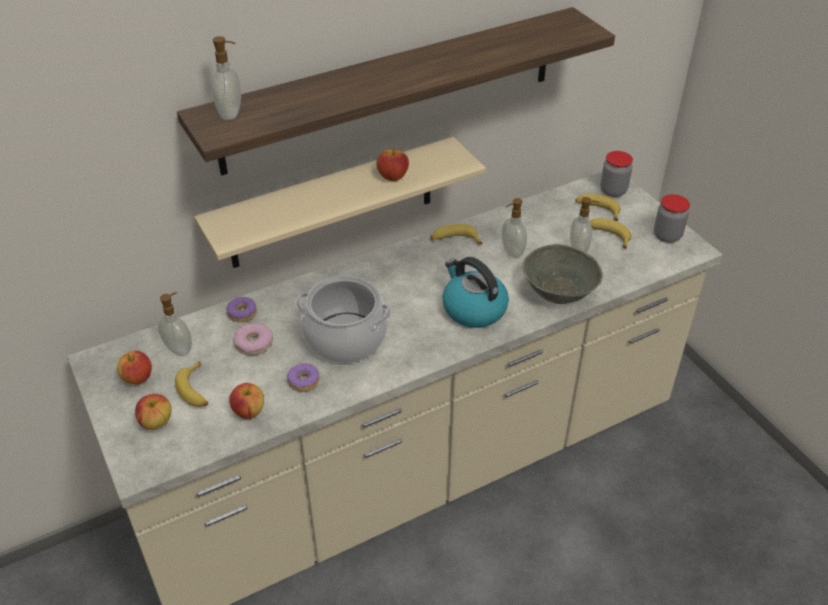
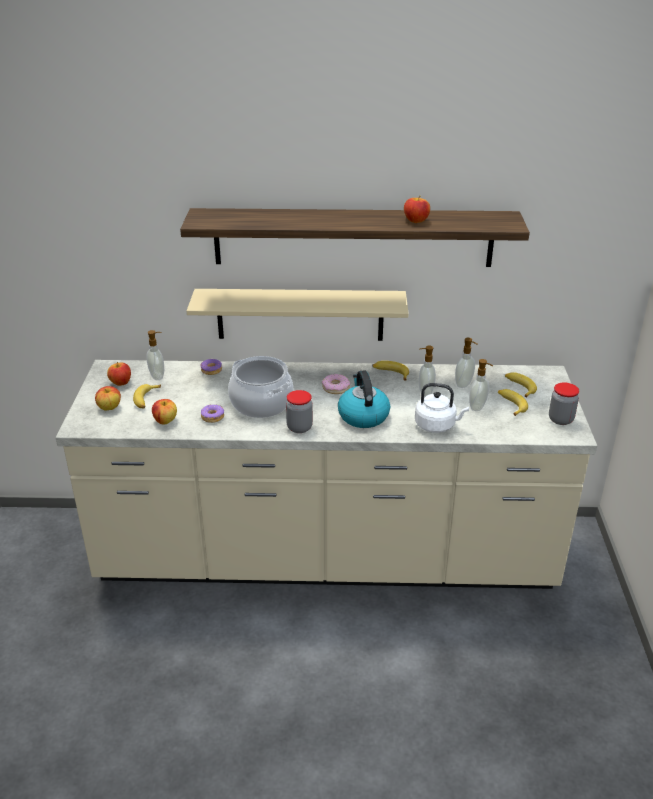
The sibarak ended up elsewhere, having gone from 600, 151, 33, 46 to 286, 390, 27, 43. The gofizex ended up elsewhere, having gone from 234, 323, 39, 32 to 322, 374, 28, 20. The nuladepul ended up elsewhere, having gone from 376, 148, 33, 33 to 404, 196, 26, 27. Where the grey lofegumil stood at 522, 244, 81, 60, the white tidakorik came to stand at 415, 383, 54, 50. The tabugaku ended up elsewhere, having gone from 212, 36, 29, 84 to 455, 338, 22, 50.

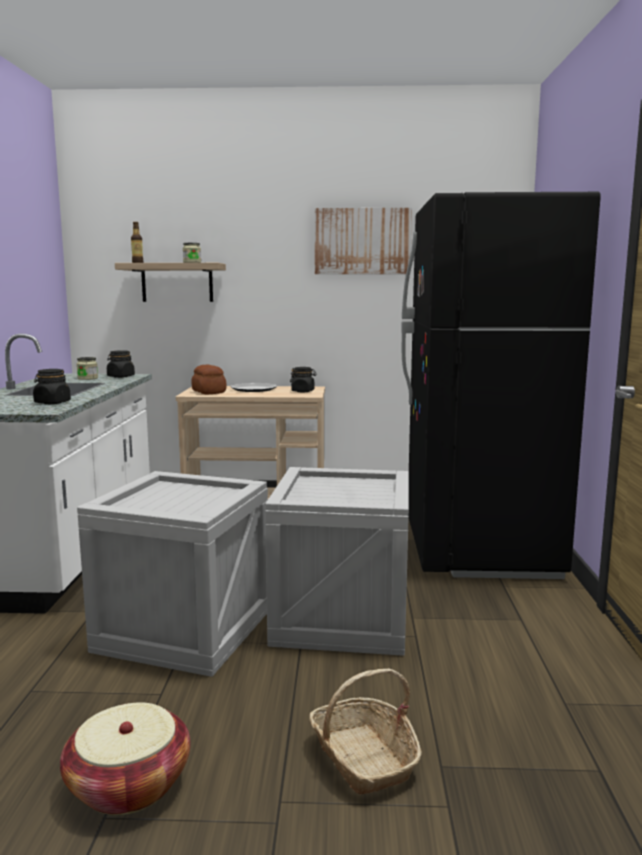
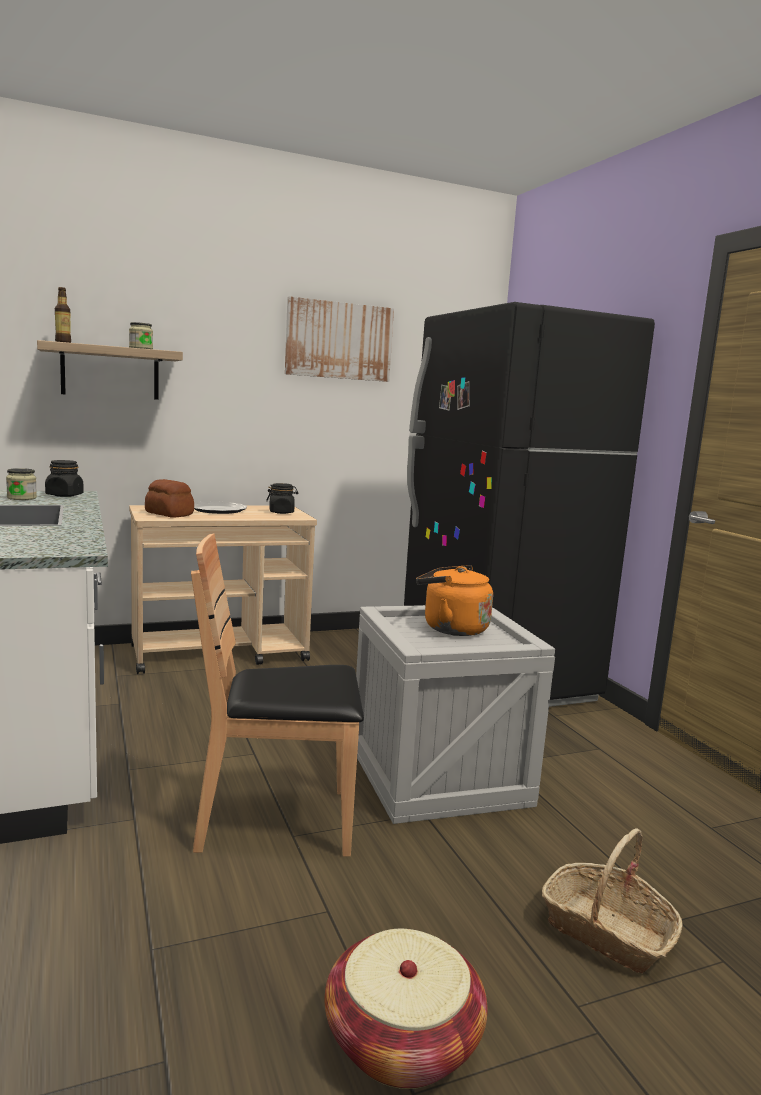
Where the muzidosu stood at 77, 471, 191, 206, the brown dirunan came to stand at 191, 534, 173, 323. The second view gained the orange tidakorik at 416, 565, 77, 71. The second view lost the black sibarak at 33, 369, 38, 35.

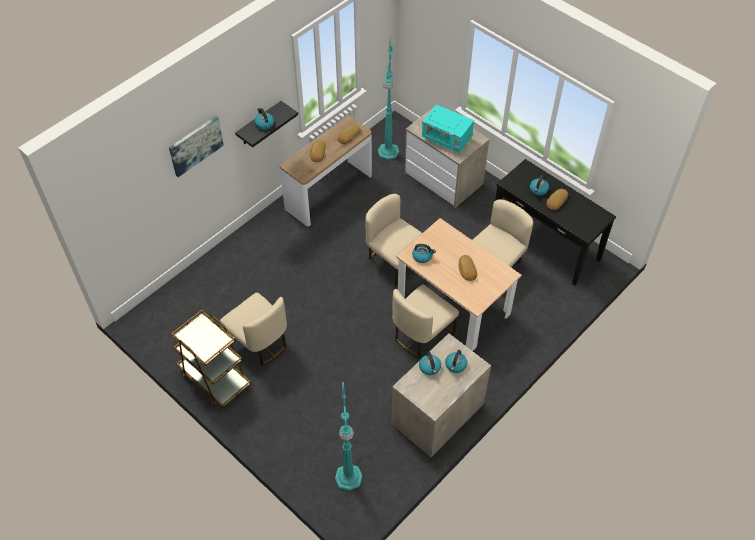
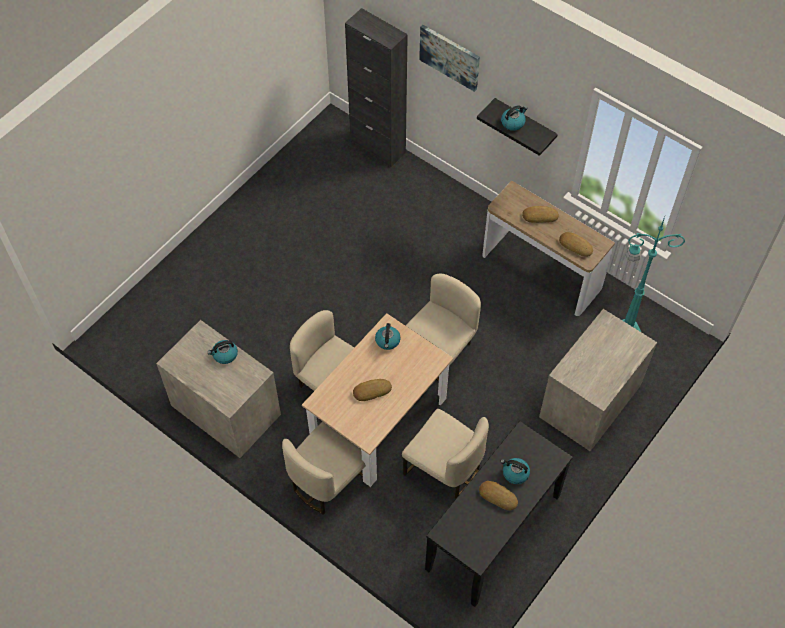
The beige dirunan ended up elsewhere, having gone from 220, 293, 67, 73 to 282, 422, 84, 93. The second view gained the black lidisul at 345, 8, 63, 159. The second view lost the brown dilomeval at 171, 310, 80, 98. The second view lost the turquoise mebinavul at 335, 382, 28, 109. The second view lost the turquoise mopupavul at 422, 105, 52, 48. The second view lost the tidakorik at 445, 350, 22, 23.

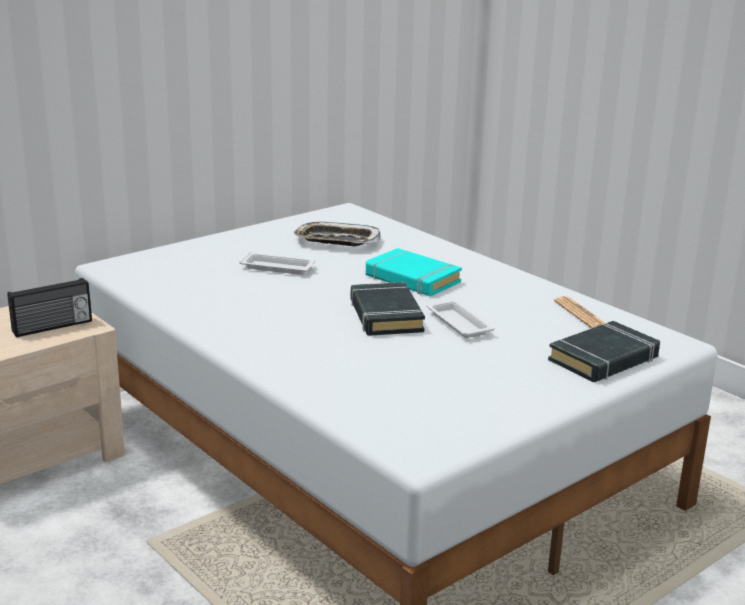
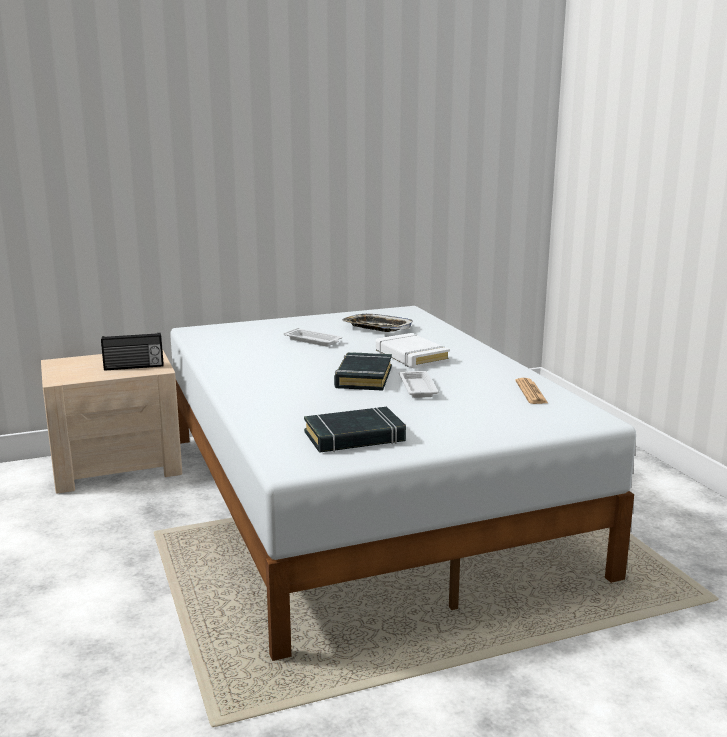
The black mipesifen ended up elsewhere, having gone from 548, 321, 112, 61 to 304, 407, 102, 46. What was the turquoise mipesifen at 366, 248, 96, 48 turned into the white mipesifen at 376, 333, 74, 36.

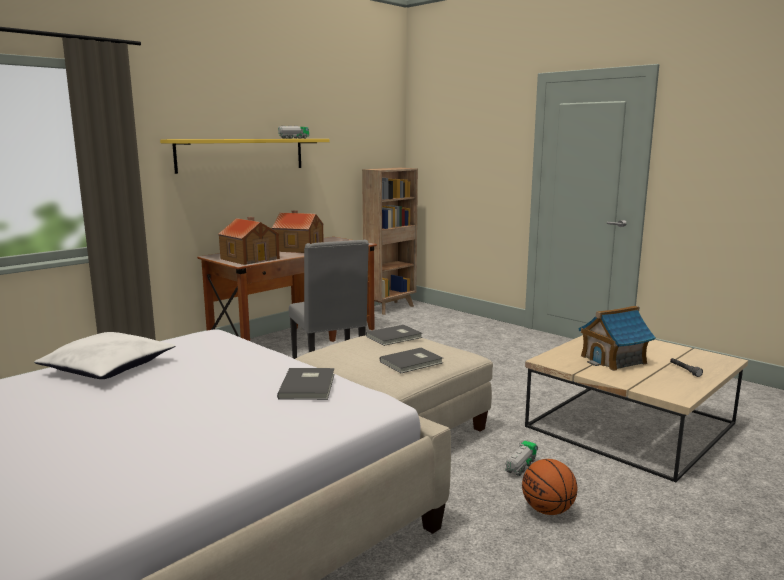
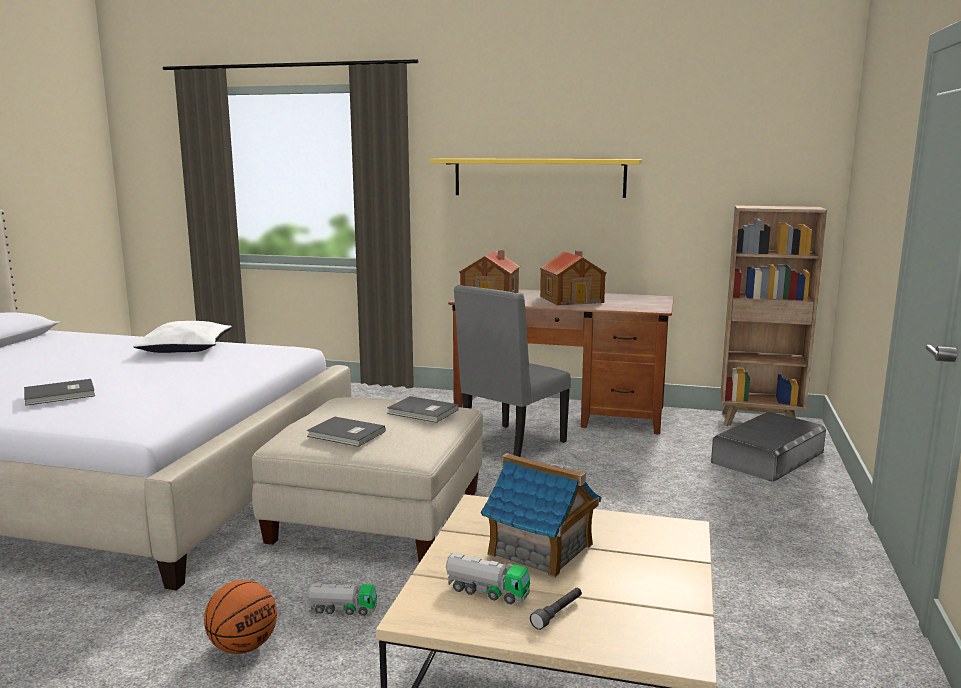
The grey mipesifen ended up elsewhere, having gone from 277, 368, 58, 32 to 24, 379, 71, 27. The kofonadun ended up elsewhere, having gone from 278, 126, 31, 13 to 446, 553, 84, 51. The second view gained the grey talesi at 711, 412, 115, 70.

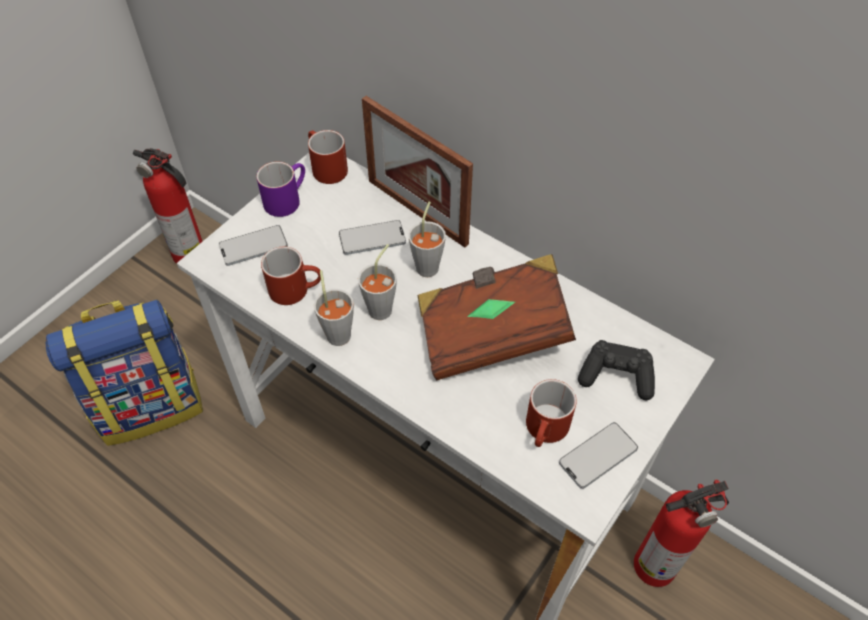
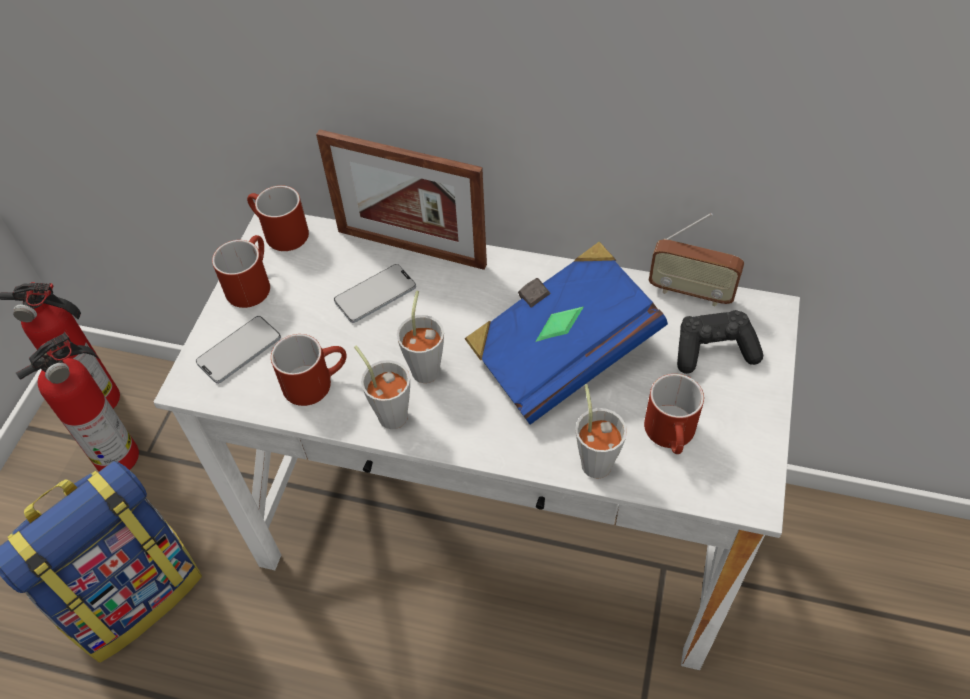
The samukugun ended up elsewhere, having gone from 634, 479, 95, 108 to 16, 332, 123, 139. What was the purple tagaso at 256, 162, 49, 55 turned into the red tagaso at 212, 235, 58, 73. What was the brown mipesifen at 418, 254, 158, 126 turned into the blue mipesifen at 465, 241, 203, 184. The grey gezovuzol ended up elsewhere, having gone from 408, 202, 38, 75 to 575, 384, 52, 94. The second view gained the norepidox at 649, 213, 95, 94. The second view lost the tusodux at 559, 422, 79, 67.

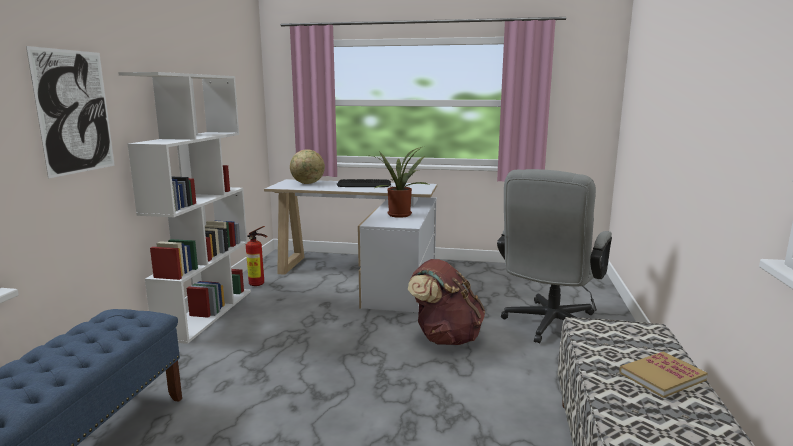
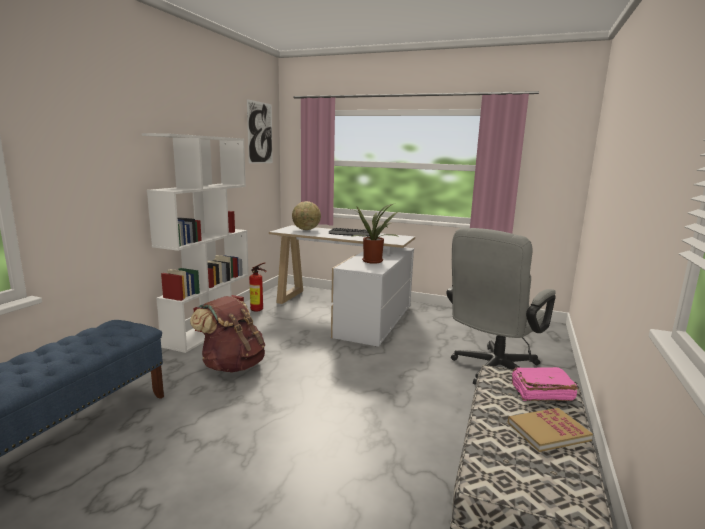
The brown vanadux ended up elsewhere, having gone from 408, 259, 77, 86 to 190, 296, 75, 77. The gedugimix ended up elsewhere, having gone from 26, 46, 89, 133 to 247, 99, 26, 65. The second view gained the pink mipesifen at 512, 367, 66, 34.

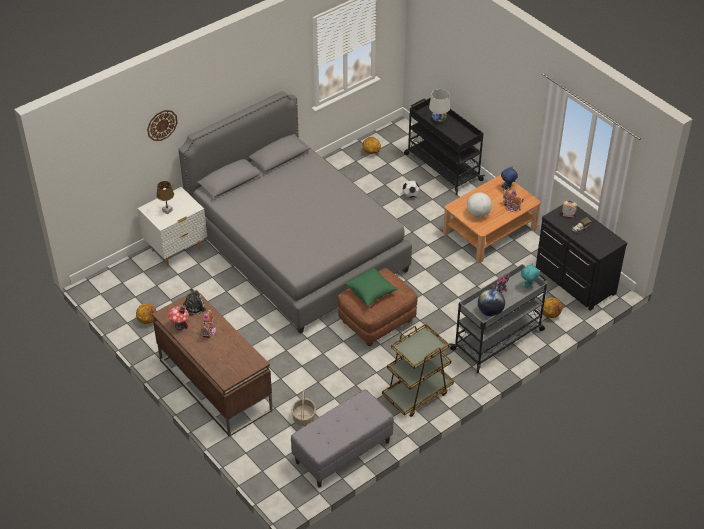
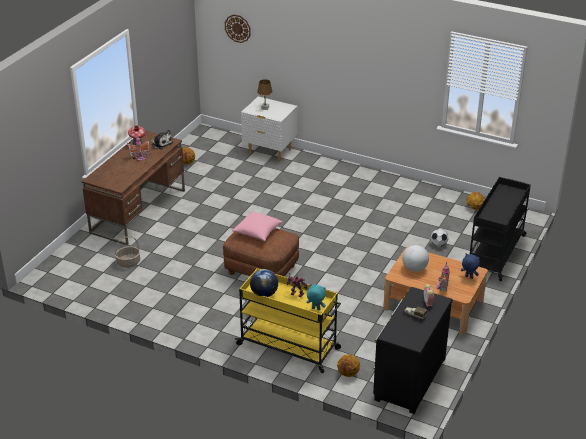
The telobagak ended up elsewhere, having gone from 147, 110, 31, 31 to 225, 15, 26, 28. What was the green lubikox at 344, 267, 54, 40 turned into the pink lubikox at 232, 212, 51, 29. What was the grey dilomeval at 449, 264, 98, 109 turned into the yellow dilomeval at 235, 268, 106, 105. The second view lost the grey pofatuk at 178, 91, 234, 243. The second view lost the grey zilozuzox at 291, 389, 103, 99. The second view lost the brown dilomeval at 382, 324, 72, 93. The second view lost the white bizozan at 429, 89, 21, 34.

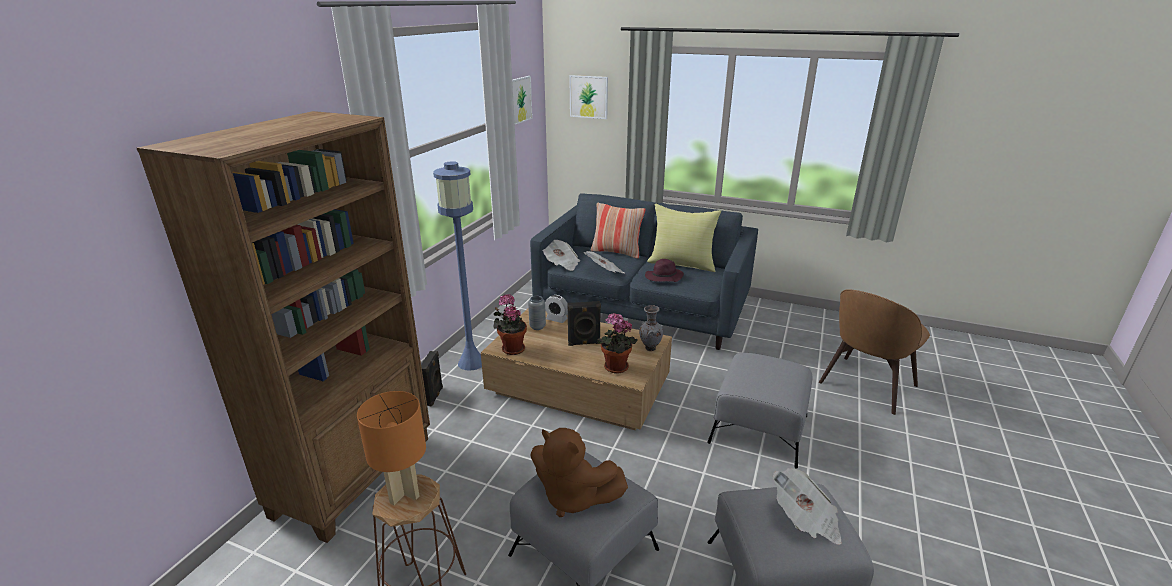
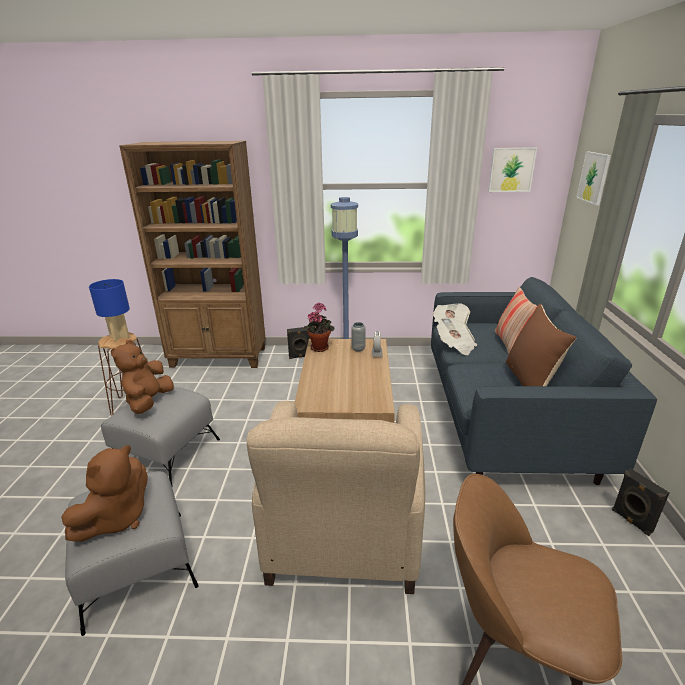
Where the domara stood at 773, 468, 69, 77, the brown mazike came to stand at 61, 445, 87, 97. What was the orange bizozan at 357, 391, 69, 114 turned into the blue bizozan at 89, 279, 41, 62. Where the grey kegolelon stood at 707, 353, 105, 116, the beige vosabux came to stand at 247, 401, 178, 193. What was the yellow lubikox at 647, 204, 74, 68 turned into the brown lubikox at 506, 304, 71, 82. The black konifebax ended up elsewhere, having gone from 568, 301, 33, 45 to 612, 469, 57, 67. The second view lost the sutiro at 597, 313, 41, 61. The second view lost the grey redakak at 639, 305, 24, 46. The second view lost the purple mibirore at 645, 259, 39, 23.

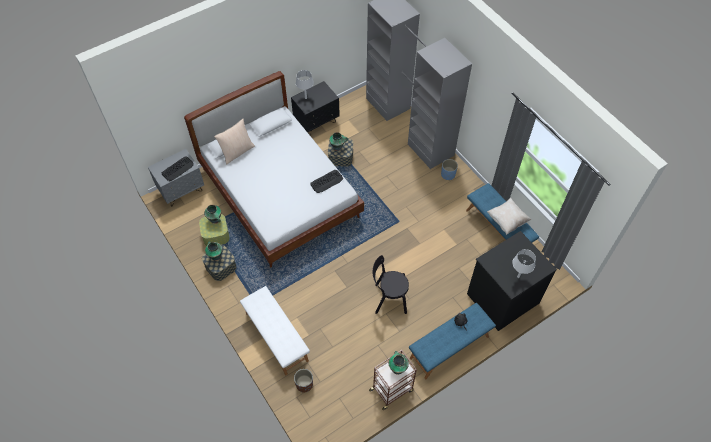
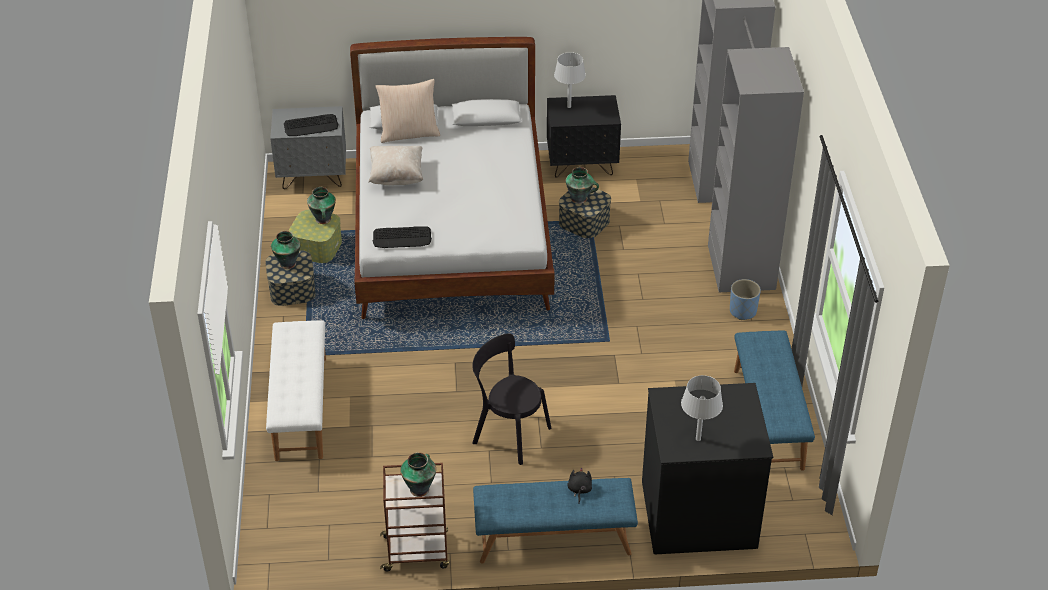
The beige lubikox ended up elsewhere, having gone from 487, 198, 44, 37 to 368, 146, 55, 39. The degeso ended up elsewhere, having gone from 310, 170, 33, 23 to 373, 226, 59, 22. The second view lost the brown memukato at 294, 369, 19, 23.

